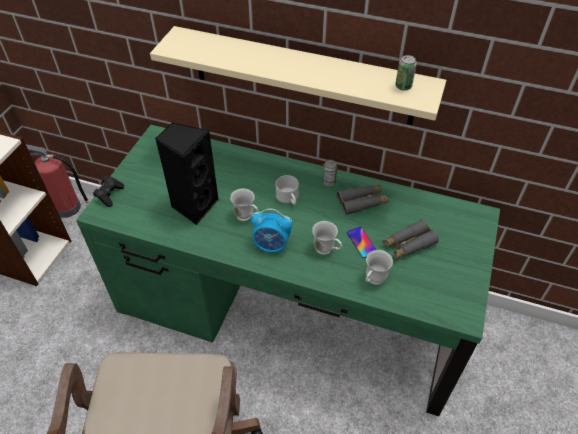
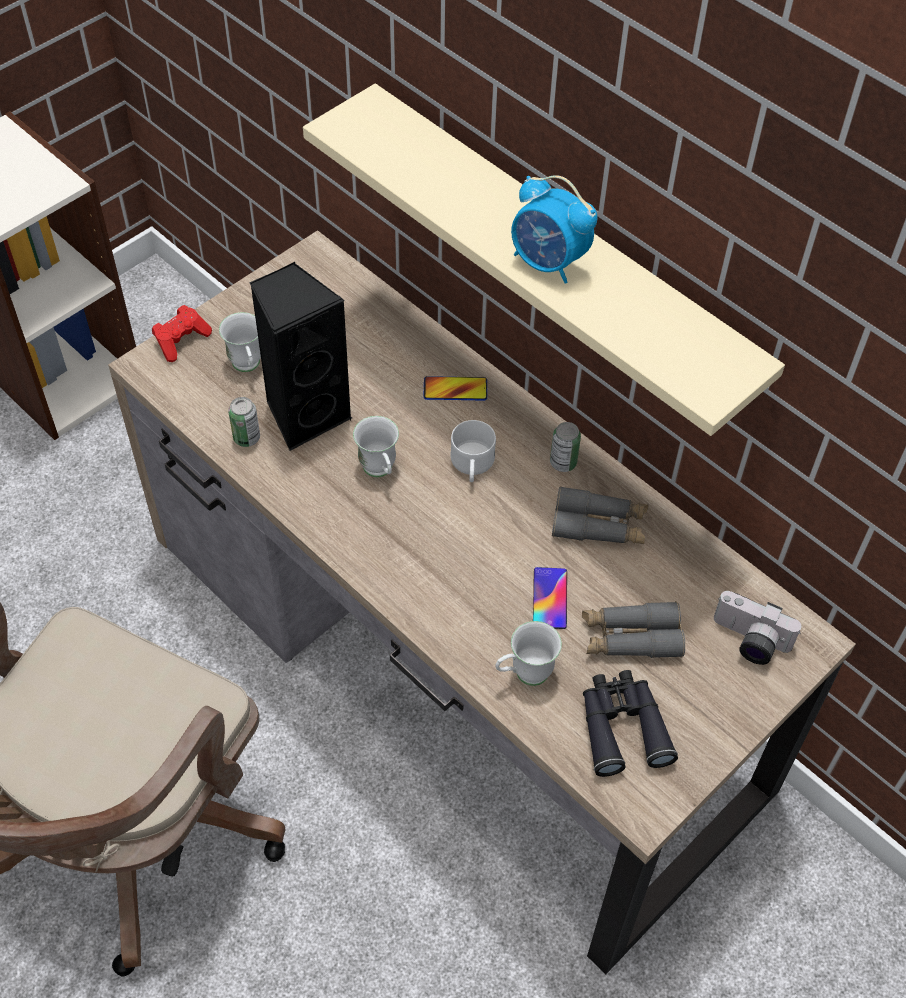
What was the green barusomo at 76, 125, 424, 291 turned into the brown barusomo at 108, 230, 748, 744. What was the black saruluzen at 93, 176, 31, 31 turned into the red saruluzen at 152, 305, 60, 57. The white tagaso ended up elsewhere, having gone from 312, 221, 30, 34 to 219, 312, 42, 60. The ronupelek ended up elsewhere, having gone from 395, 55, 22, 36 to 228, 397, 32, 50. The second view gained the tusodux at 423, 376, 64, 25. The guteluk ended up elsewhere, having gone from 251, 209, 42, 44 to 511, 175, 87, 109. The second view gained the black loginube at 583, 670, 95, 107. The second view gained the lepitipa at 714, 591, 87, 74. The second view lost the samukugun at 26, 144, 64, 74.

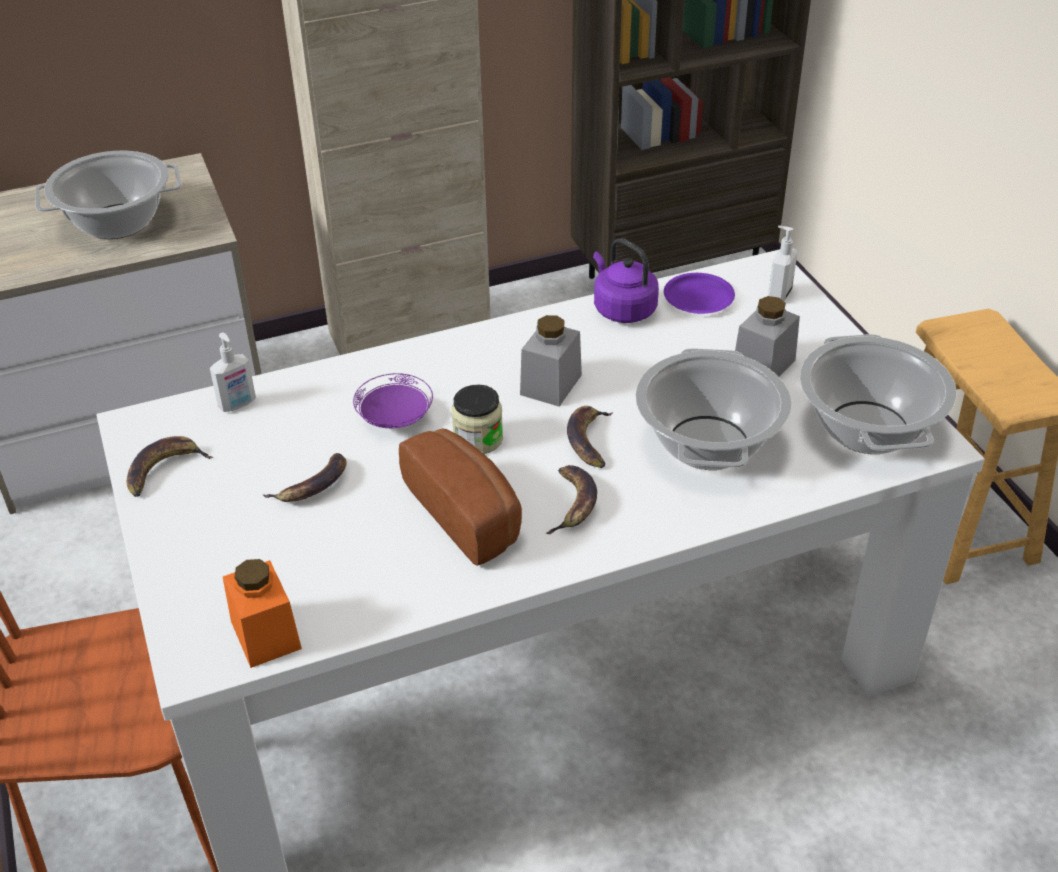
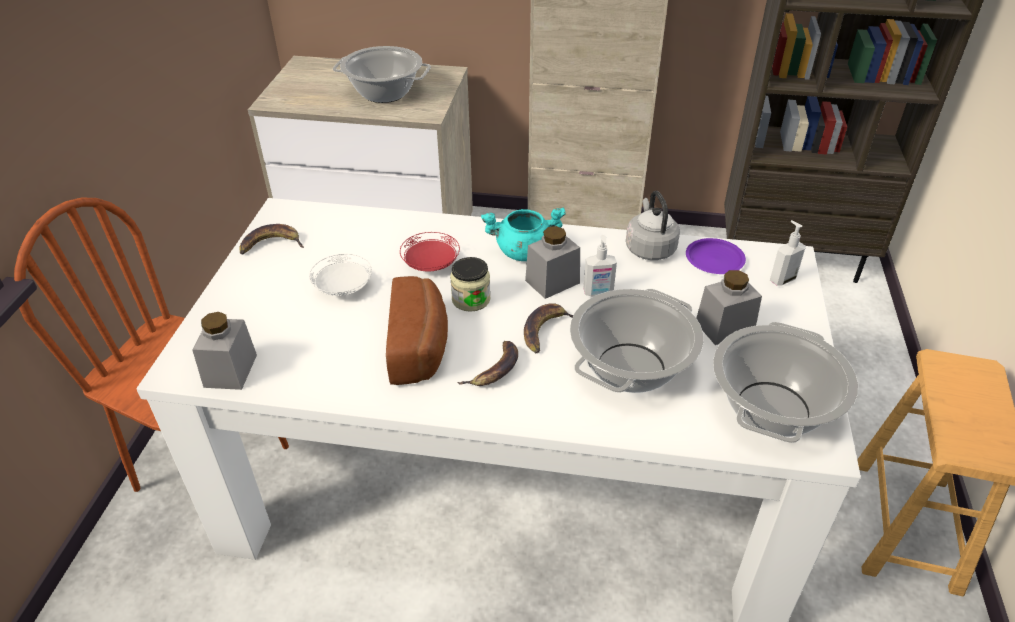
What was the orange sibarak at 223, 559, 79, 109 turned into the grey sibarak at 192, 312, 65, 78. Where the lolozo stood at 263, 453, 84, 49, the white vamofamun came to stand at 309, 254, 63, 42. What was the purple vamofamun at 353, 373, 80, 55 turned into the red vamofamun at 400, 232, 60, 39. The second view gained the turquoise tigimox at 481, 208, 85, 53. The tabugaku ended up elsewhere, having gone from 210, 333, 46, 79 to 583, 235, 34, 62. What was the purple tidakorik at 593, 238, 66, 85 turned into the grey tidakorik at 626, 191, 54, 69.

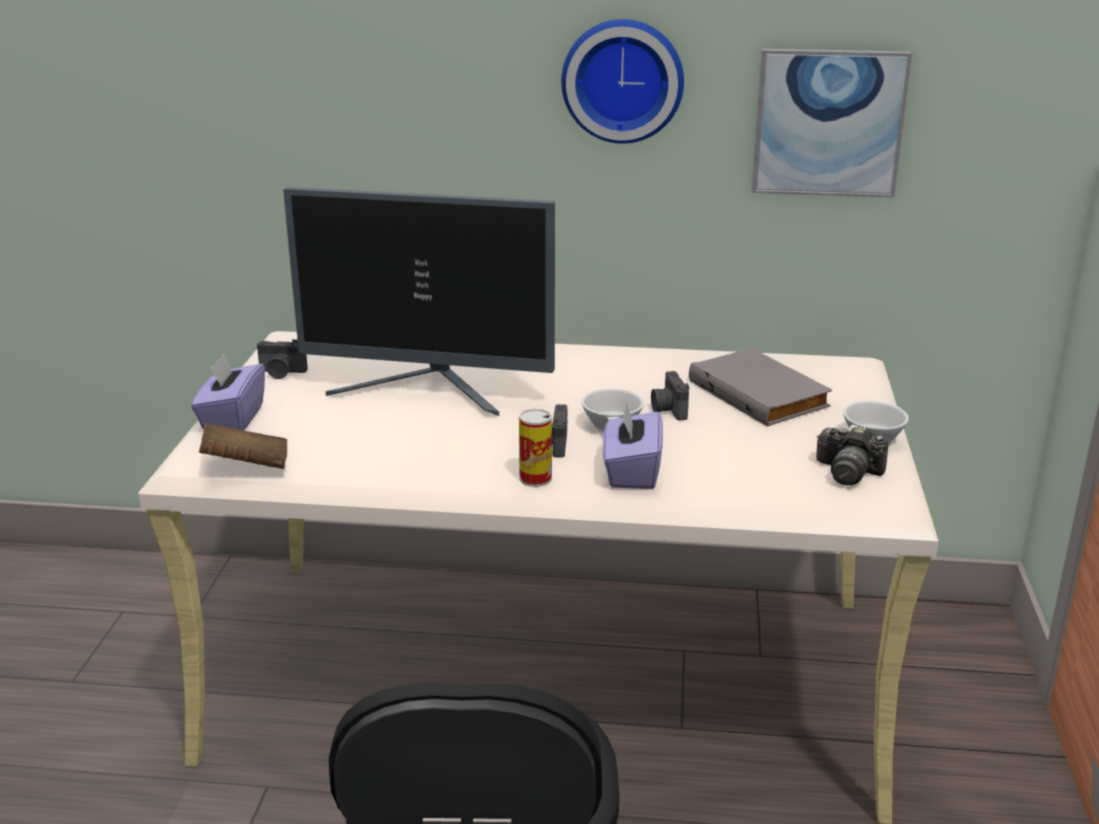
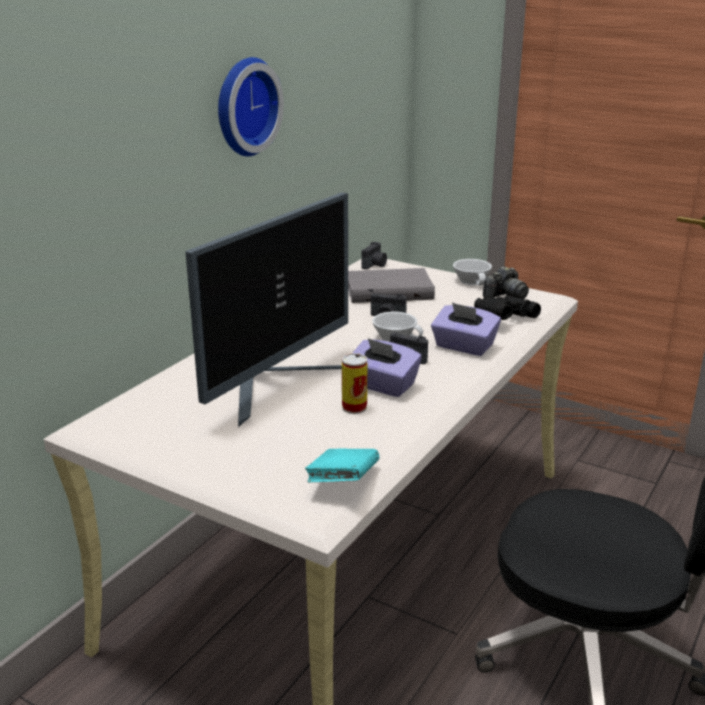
What was the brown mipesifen at 199, 423, 88, 46 turned into the turquoise mipesifen at 305, 449, 74, 33. The ronupelek ended up elsewhere, having gone from 519, 409, 33, 78 to 342, 353, 26, 61. The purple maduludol ended up elsewhere, having gone from 191, 353, 74, 77 to 353, 338, 69, 59. The lepitipa ended up elsewhere, having gone from 257, 339, 51, 40 to 361, 242, 26, 27. The second view gained the black loginube at 474, 295, 67, 25. The second view lost the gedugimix at 752, 49, 160, 148.

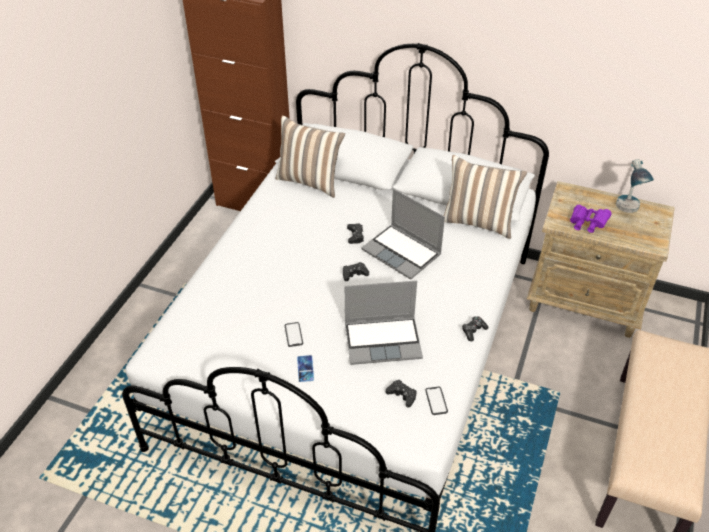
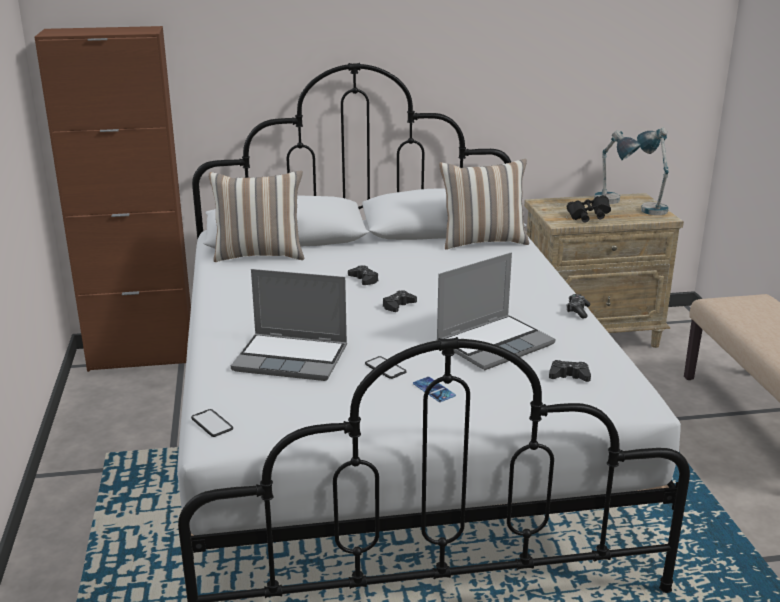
The tusodux ended up elsewhere, having gone from 425, 387, 23, 28 to 191, 409, 42, 28. The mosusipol ended up elsewhere, having gone from 361, 189, 84, 91 to 231, 269, 116, 112. What was the purple loginube at 570, 205, 42, 28 turned into the black loginube at 567, 195, 44, 27. The second view gained the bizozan at 637, 127, 32, 88.

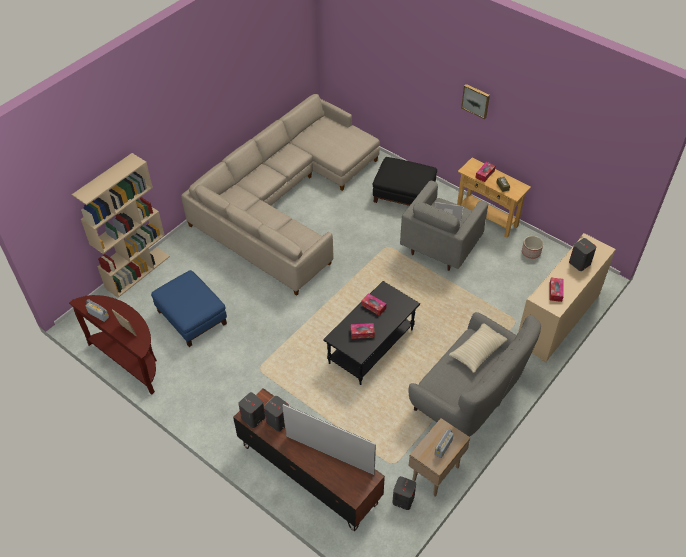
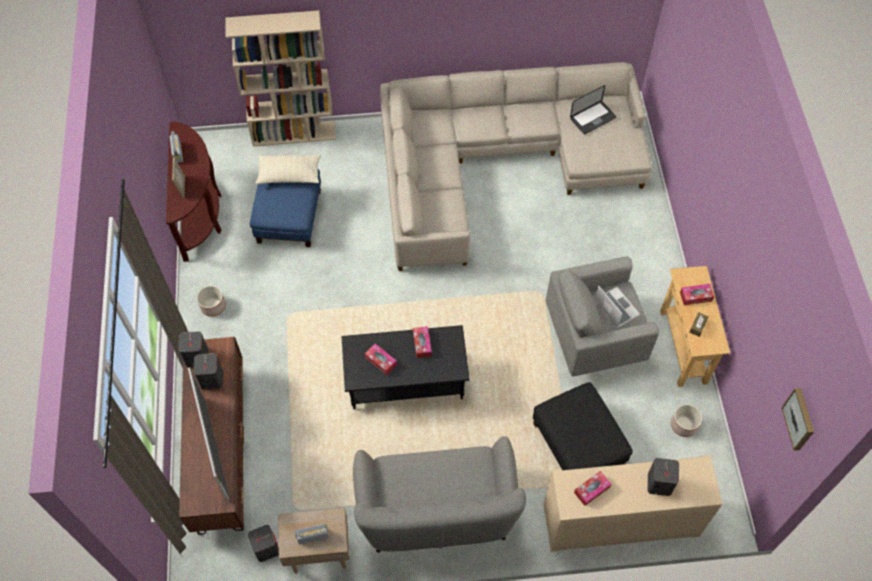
The second view gained the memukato at 197, 286, 29, 31. The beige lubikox ended up elsewhere, having gone from 449, 323, 58, 50 to 256, 155, 65, 29. The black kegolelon ended up elsewhere, having gone from 373, 157, 64, 49 to 533, 382, 100, 88. The second view gained the mosusipol at 570, 85, 46, 49. The gedugimix ended up elsewhere, having gone from 461, 84, 29, 35 to 782, 388, 32, 63.

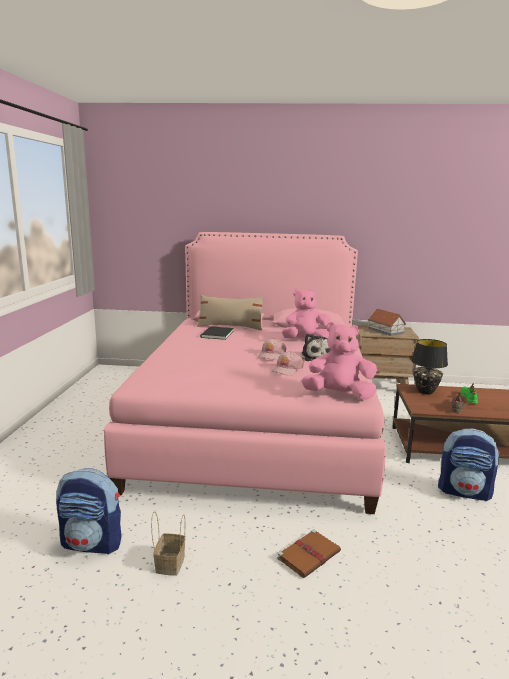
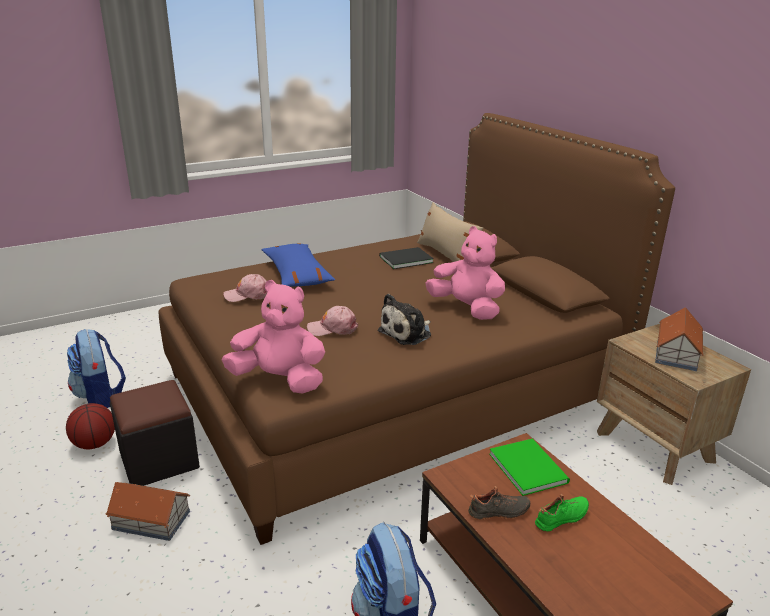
Where the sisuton stood at 151, 511, 34, 65, the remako came to stand at 66, 403, 49, 46. Where the brown mipesifen stood at 277, 529, 64, 49, the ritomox came to stand at 105, 482, 85, 59. The second view gained the black kegolelon at 109, 380, 91, 106. What was the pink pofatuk at 104, 232, 282, 282 turned into the brown pofatuk at 159, 113, 516, 432. The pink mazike at 301, 322, 76, 78 ended up facing another way, 45 degrees counterclockwise from before. The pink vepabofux ended up elsewhere, having gone from 258, 338, 29, 22 to 223, 274, 44, 28. The second view gained the blue lubikox at 261, 243, 74, 44. Where the black bizozan stood at 411, 339, 37, 55, the green mipesifen came to stand at 489, 438, 81, 58.

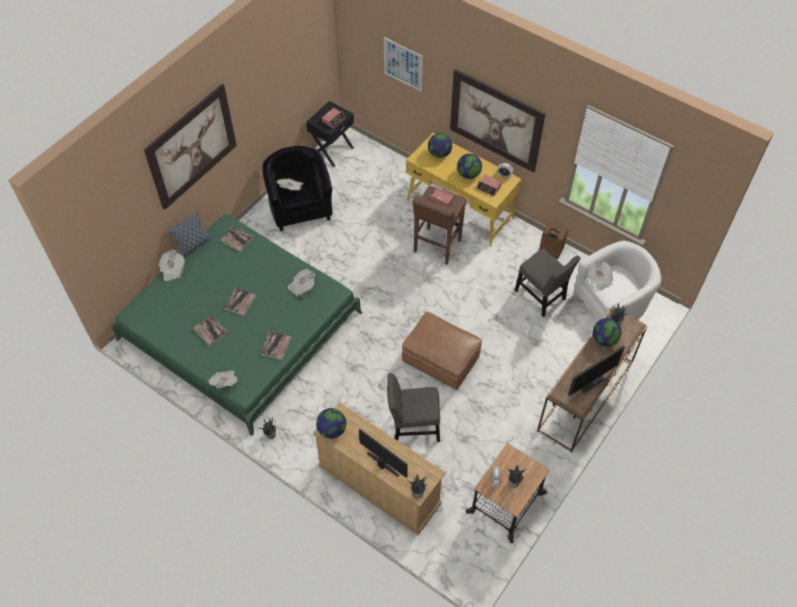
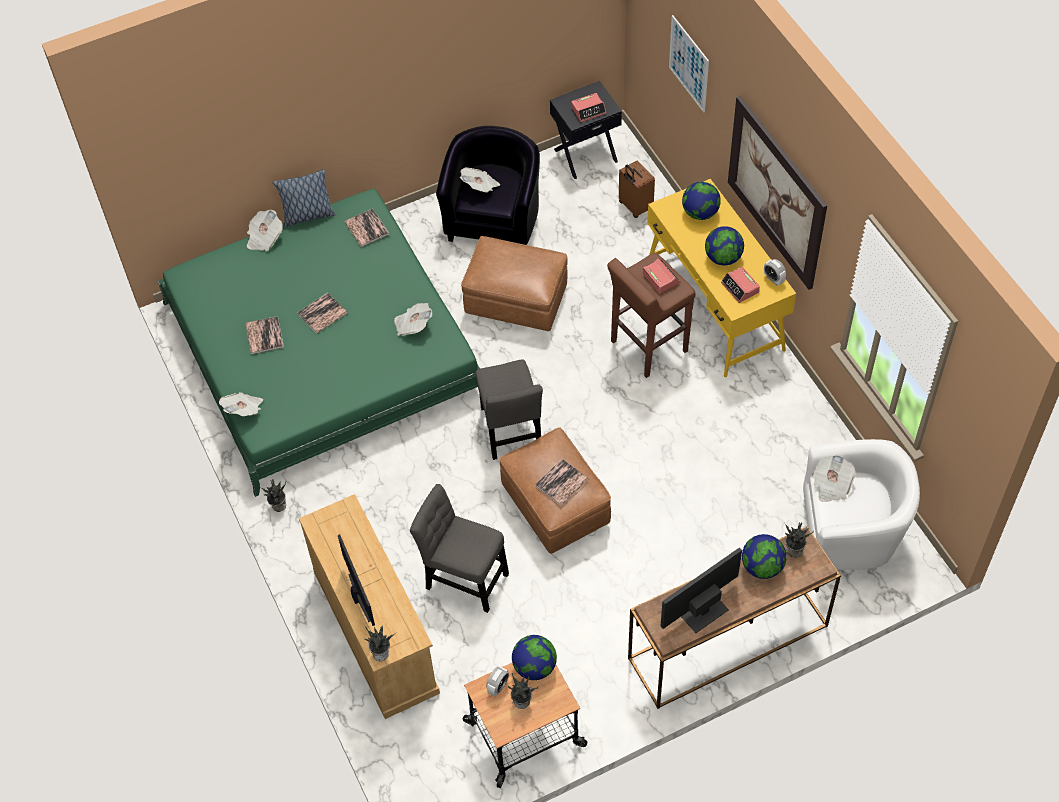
The second view gained the brown kegolelon at 461, 236, 107, 95. The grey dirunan ended up elsewhere, having gone from 514, 248, 66, 69 to 476, 359, 67, 101. The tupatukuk ended up elsewhere, having gone from 316, 408, 30, 30 to 512, 635, 45, 45. The mipesifen ended up elsewhere, having gone from 260, 331, 31, 29 to 535, 459, 53, 47. The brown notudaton ended up elsewhere, having gone from 539, 223, 29, 36 to 619, 161, 36, 57. The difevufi at 568, 345, 57, 51 ended up facing another way, 150 degrees clockwise from before. The second view lost the gedugimix at 144, 84, 93, 126.

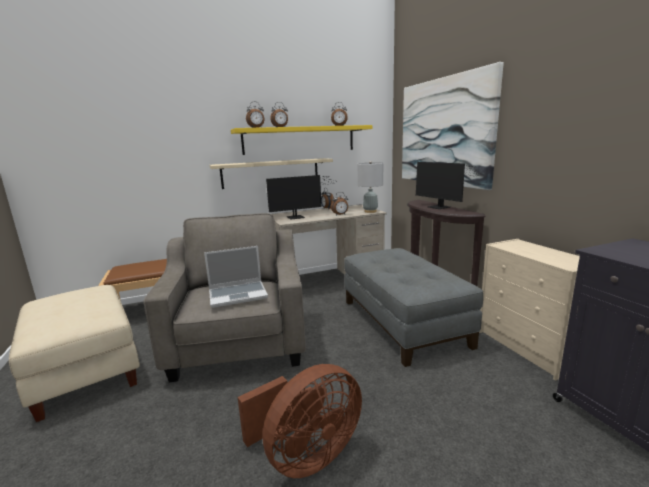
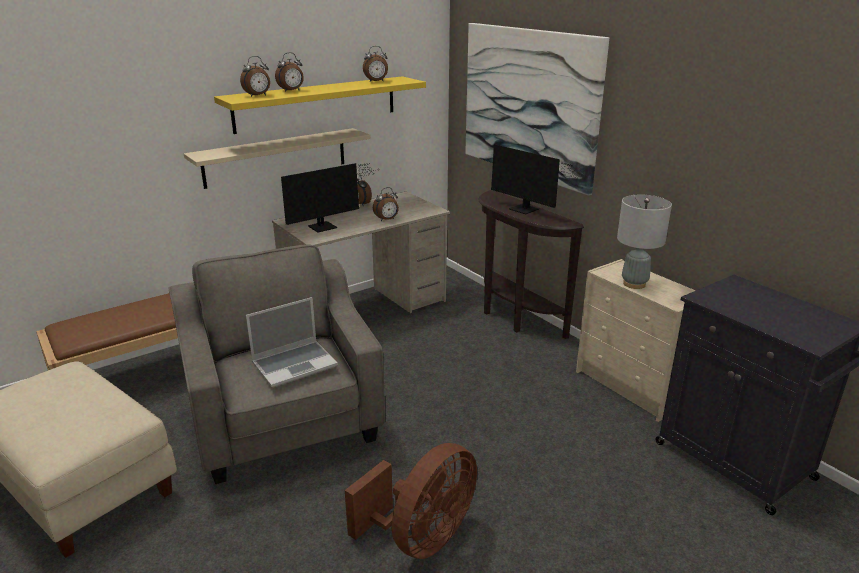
The grey bizozan ended up elsewhere, having gone from 358, 161, 25, 52 to 617, 195, 55, 94. The second view lost the grey kegolelon at 344, 248, 139, 119.

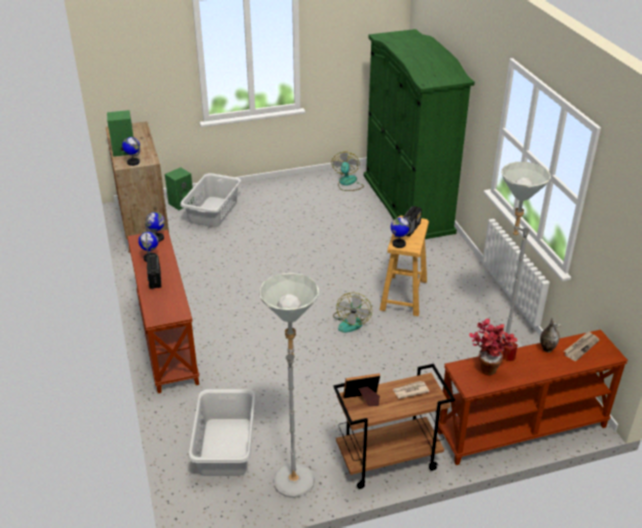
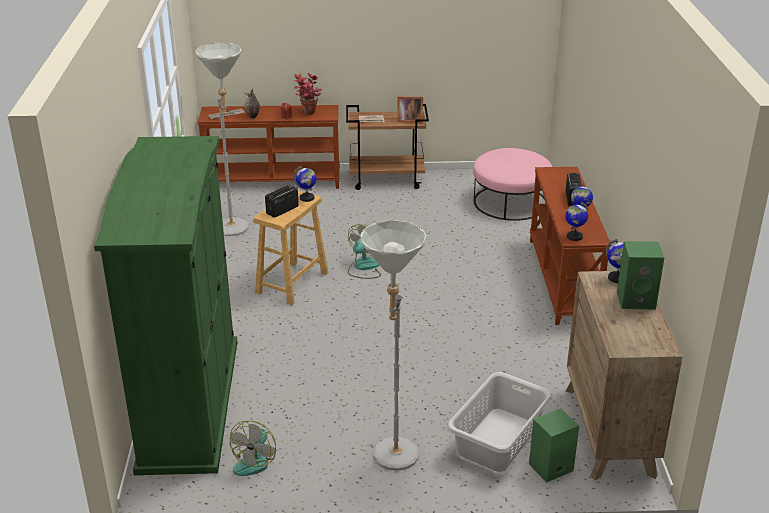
The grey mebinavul ended up elsewhere, having gone from 259, 273, 60, 225 to 360, 220, 67, 250. Where the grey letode stood at 189, 389, 67, 87, the pink kegolelon came to stand at 473, 148, 79, 73.

